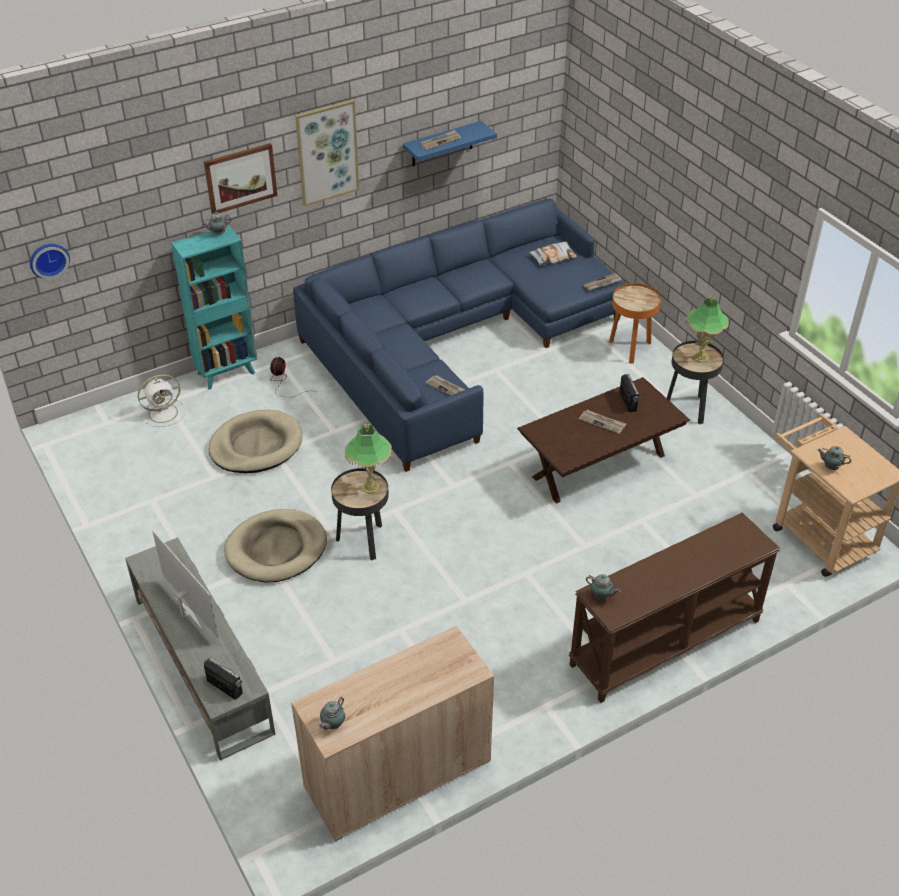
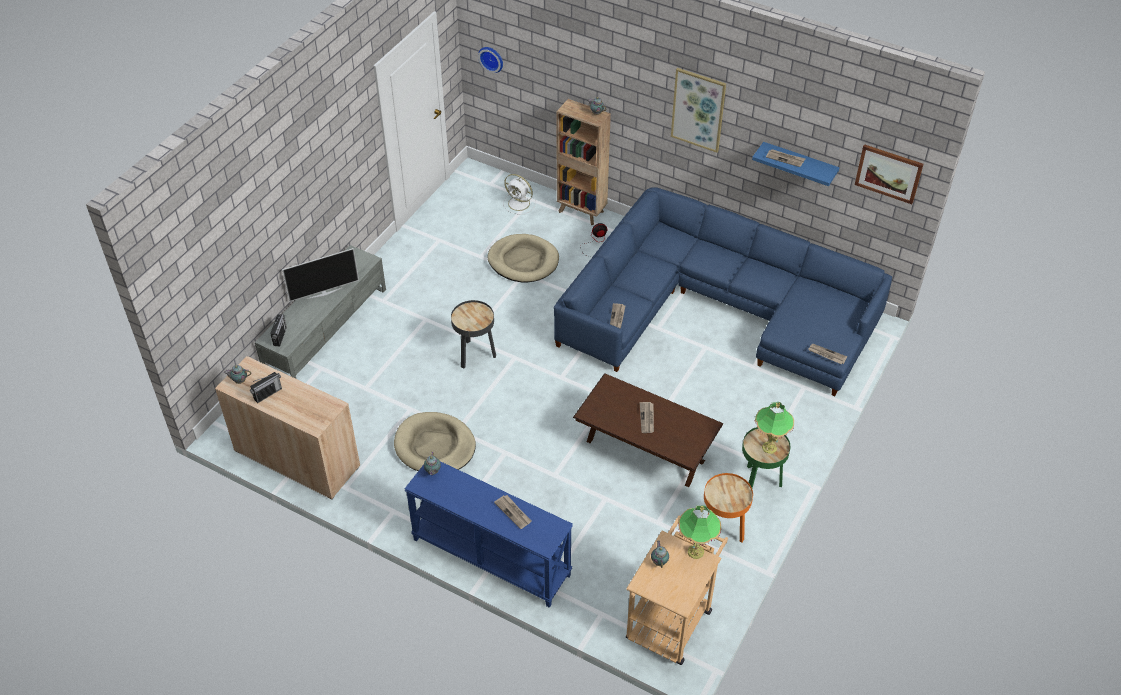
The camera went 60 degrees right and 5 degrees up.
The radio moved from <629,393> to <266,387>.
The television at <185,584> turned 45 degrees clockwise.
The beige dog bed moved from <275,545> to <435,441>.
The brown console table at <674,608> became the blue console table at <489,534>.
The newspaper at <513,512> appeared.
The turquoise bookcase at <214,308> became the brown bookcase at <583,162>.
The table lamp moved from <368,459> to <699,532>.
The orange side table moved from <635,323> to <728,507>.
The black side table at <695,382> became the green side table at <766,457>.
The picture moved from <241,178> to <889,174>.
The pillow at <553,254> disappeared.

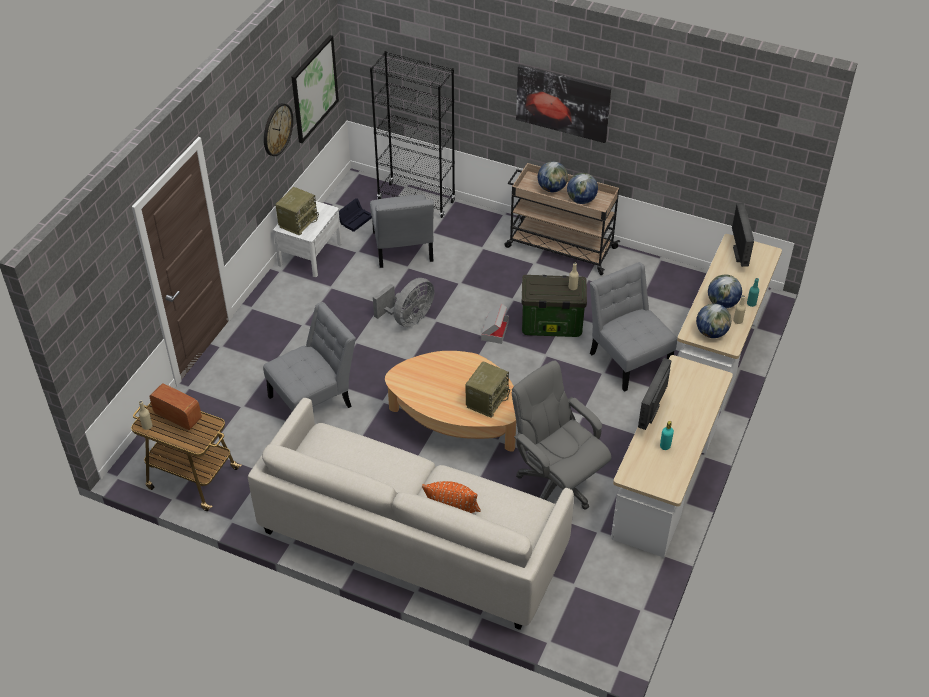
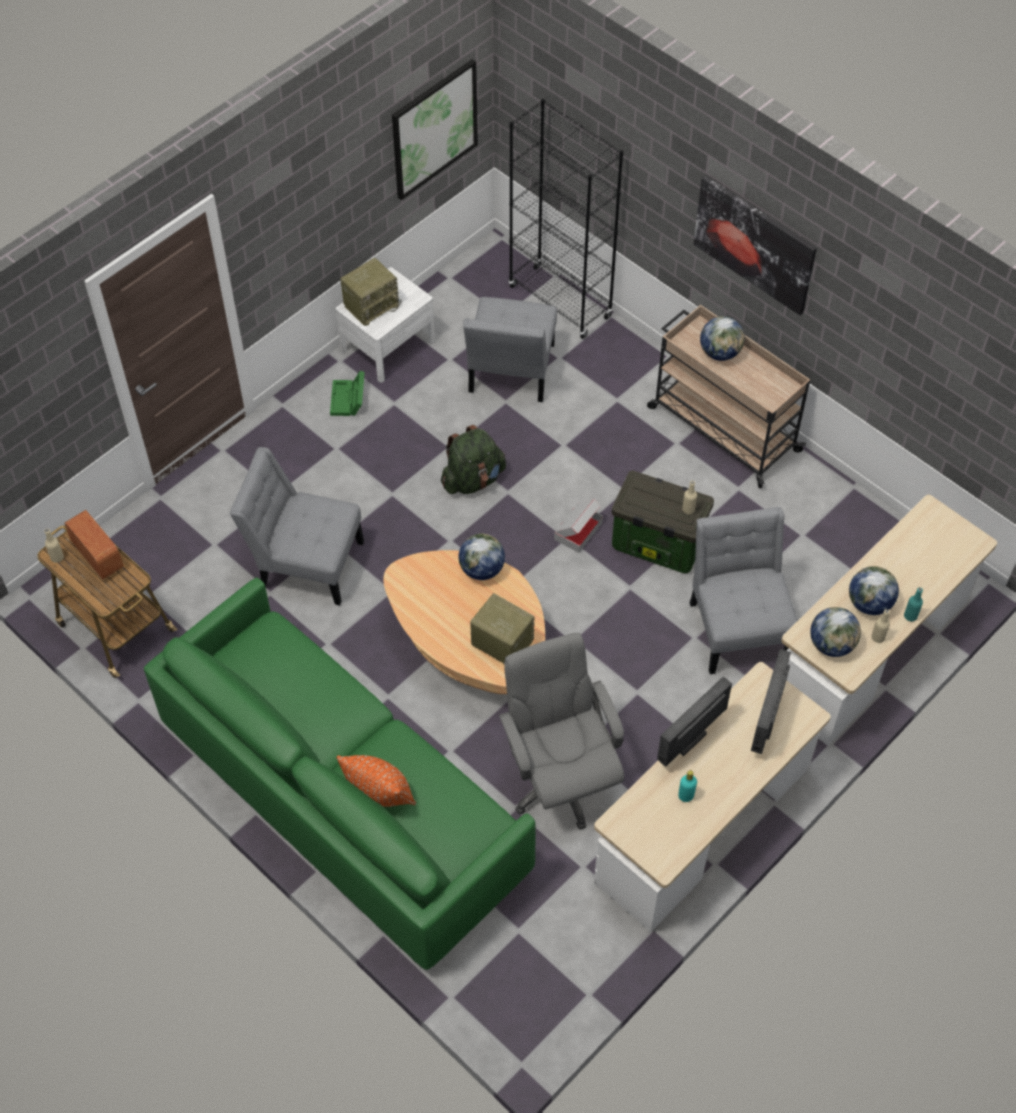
The camera went 20 degrees right and 10 degrees up.
The white sofa at <411,514> became the green sofa at <340,774>.
The grey chair at <309,356> turned 150 degrees counterclockwise.
The green storage box at <347,393> appeared.
The grey fan at <404,302> was replaced by the green backpack at <473,459>.
The globe moved from <582,188> to <481,557>.
The radio at <488,389> turned 105 degrees counterclockwise.
The monitor moved from <743,235> to <771,701>.
The wall clock at <278,129> disappeared.
The black storage box at <355,215> disappeared.

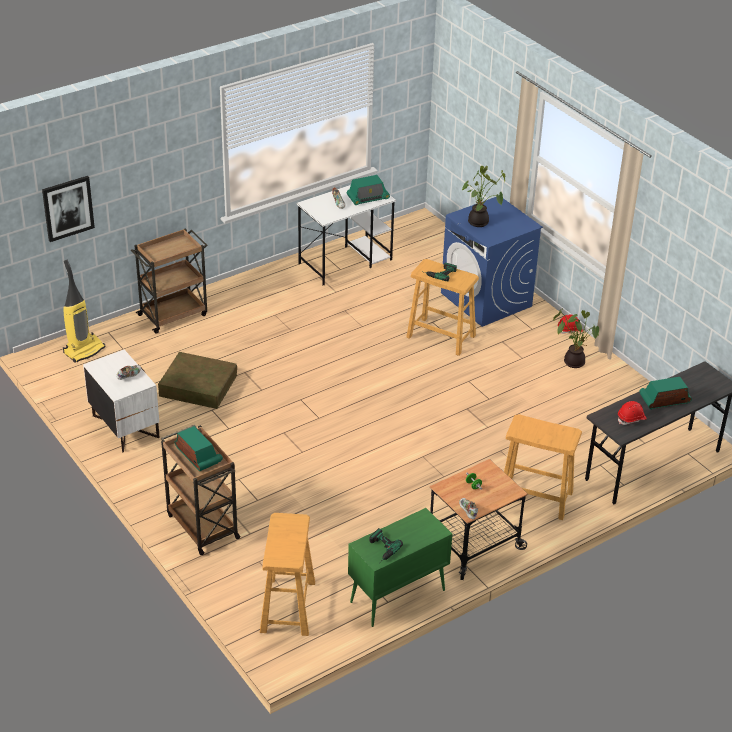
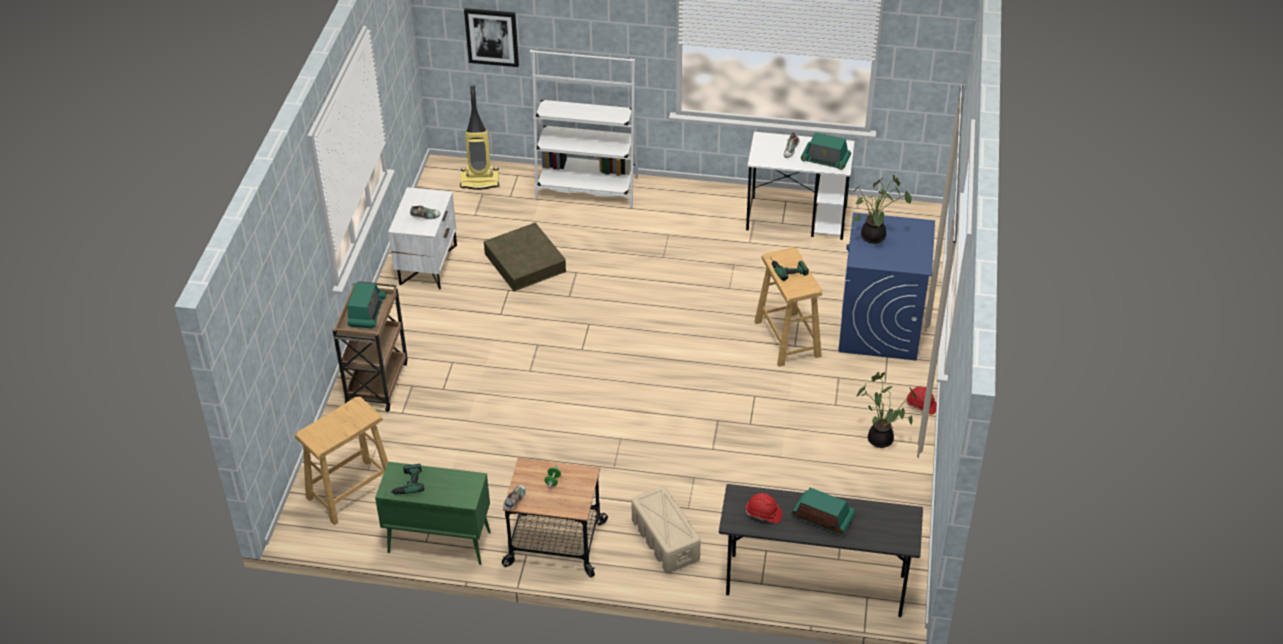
The camera went 45 degrees right and 5 degrees up.
The brown cart at <169,281> was replaced by the white bookcase at <584,129>.
The beige stool at <543,467> was replaced by the beige storage box at <666,529>.

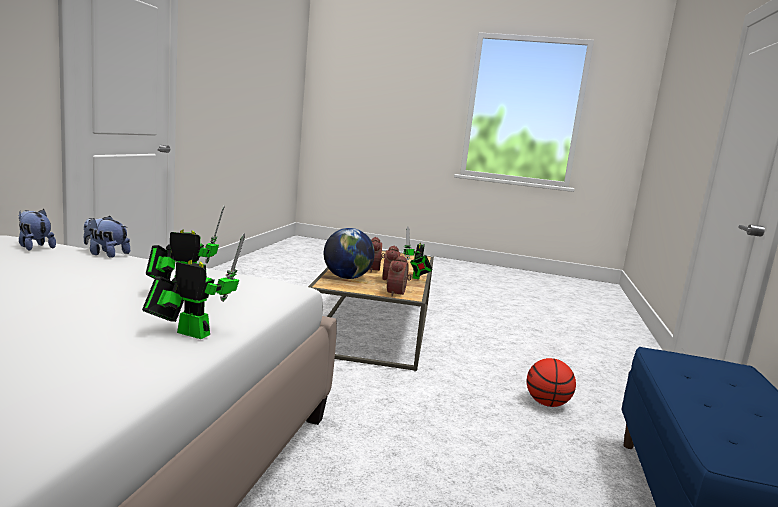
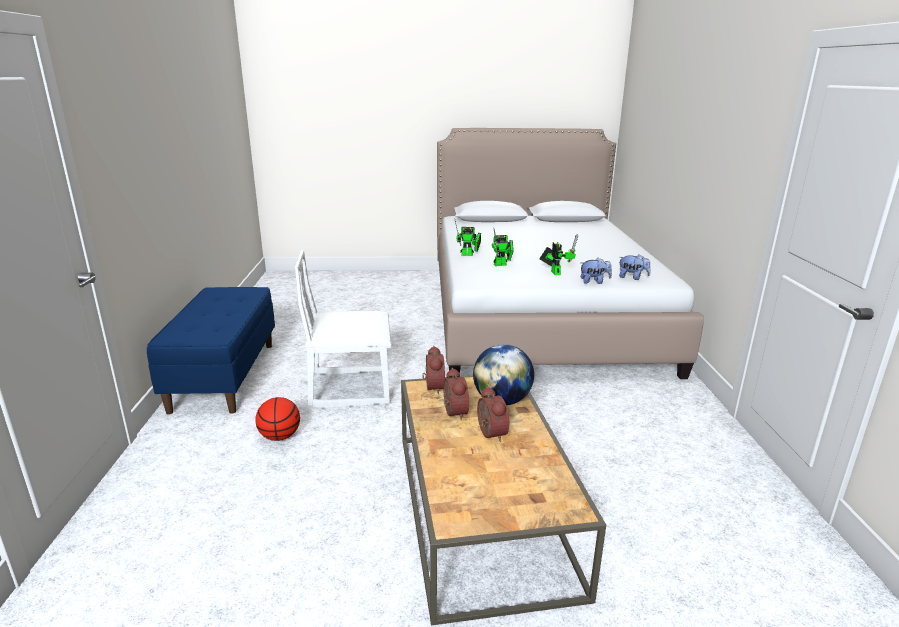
The camera went 165 degrees right and 10 degrees up.
The white chair at <343,329> appeared.
The toy robot moved from <418,253> to <558,254>.

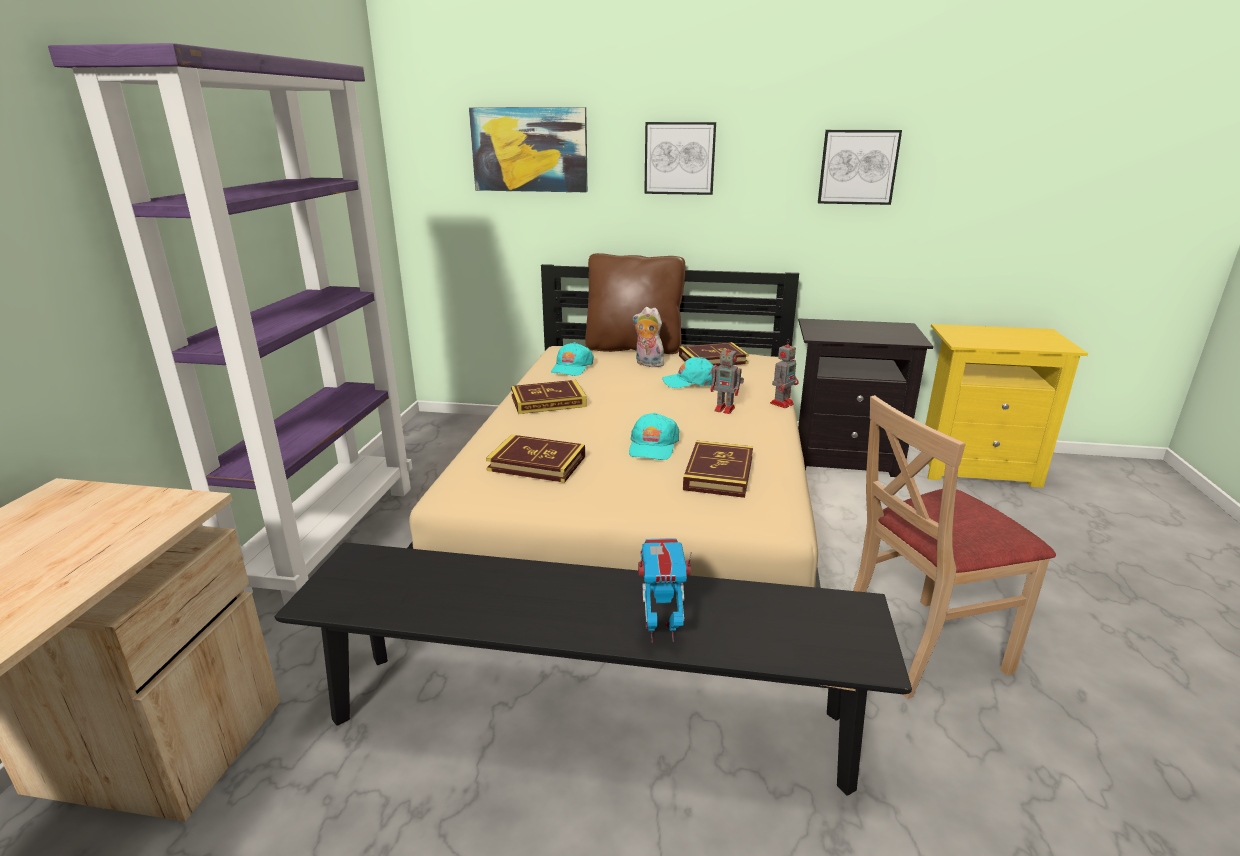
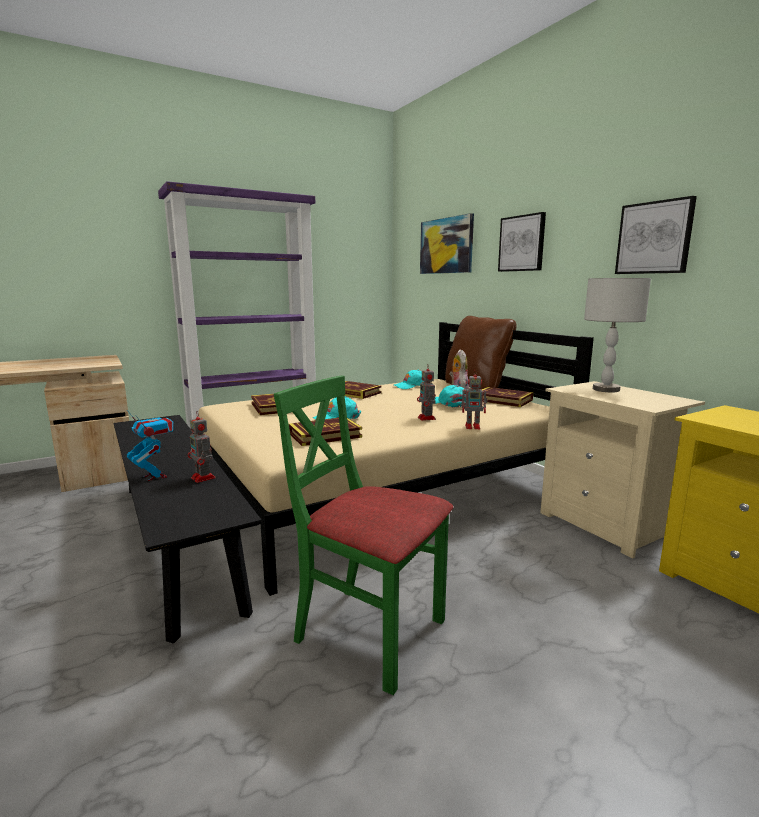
The camera went 50 degrees right and 10 degrees down.
The toy robot at <202,447> appeared.
The beige chair at <954,547> became the green chair at <363,535>.
The black nightstand at <865,397> became the beige nightstand at <622,470>.
The grey table lamp at <617,335> appeared.

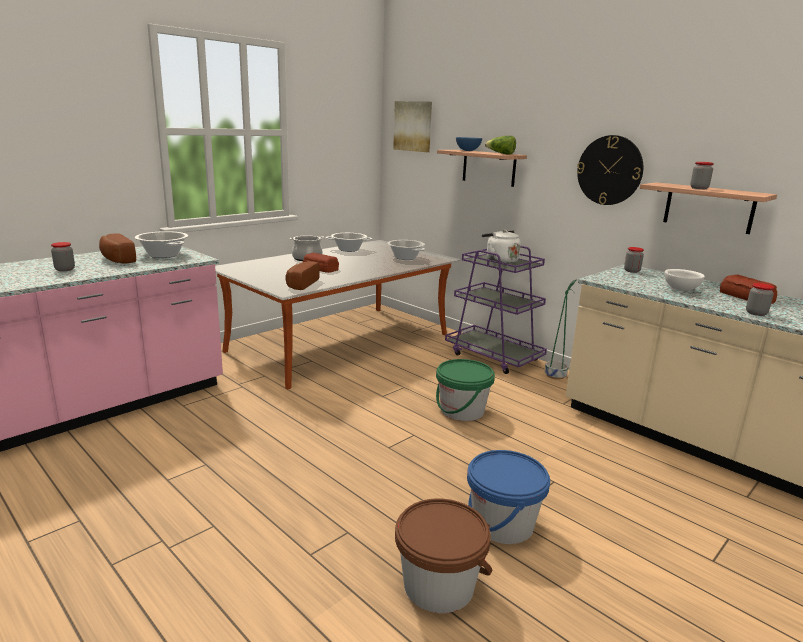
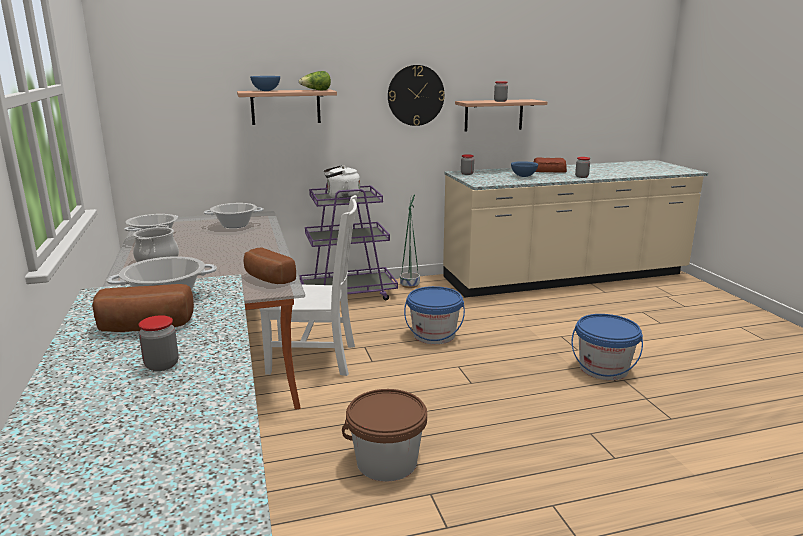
The camera went 60 degrees left and 0 degrees up.
The white chair at <308,285> appeared.
The brown bucket moved from <443,556> to <384,435>.
The green bucket at <465,390> became the blue bucket at <434,315>.
The white bowl at <685,280> became the blue bowl at <524,169>.
The bread at <321,263> disappeared.
The picture at <412,126> disappeared.

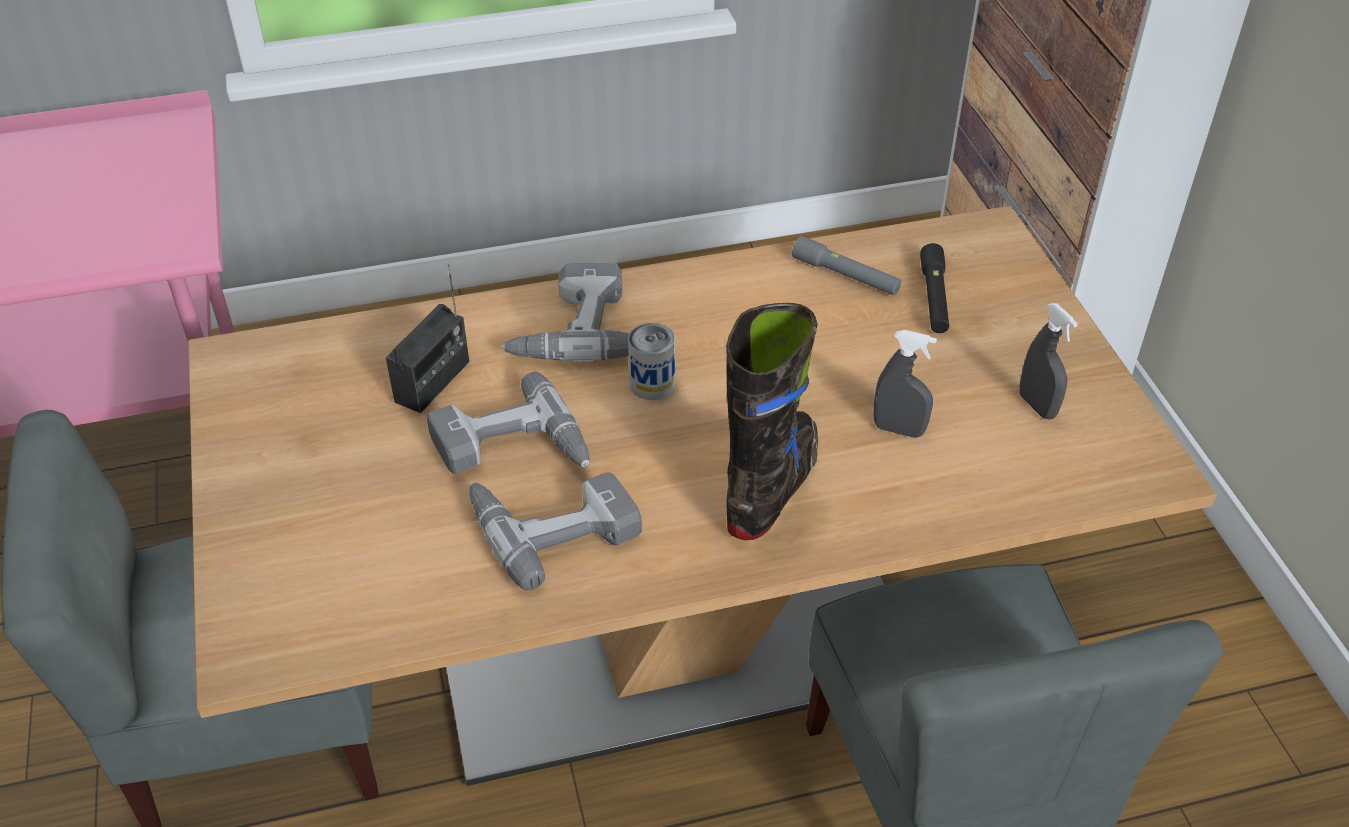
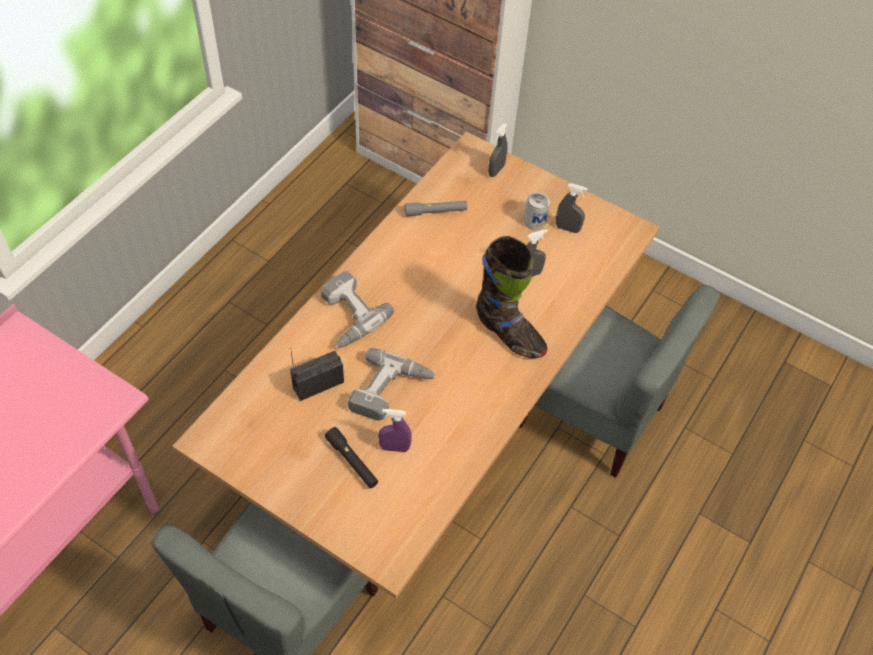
The camera went 45 degrees left and 10 degrees up.
The radio at <427,338> turned 105 degrees counterclockwise.
The black flashlight moved from <934,288> to <351,457>.
The purple spray bottle at <395,430> appeared.
The black boot at <772,421> turned 150 degrees clockwise.
The grey spray bottle at <497,150> appeared.
The can moved from <651,361> to <536,211>.
The power drill at <555,531> disappeared.

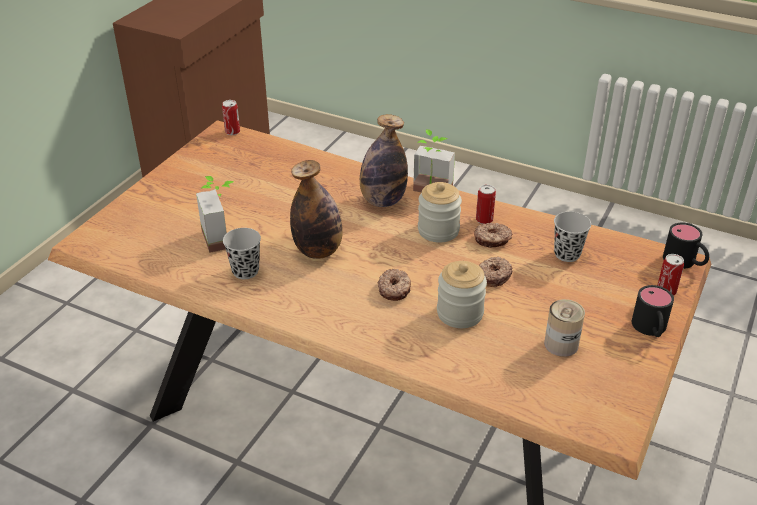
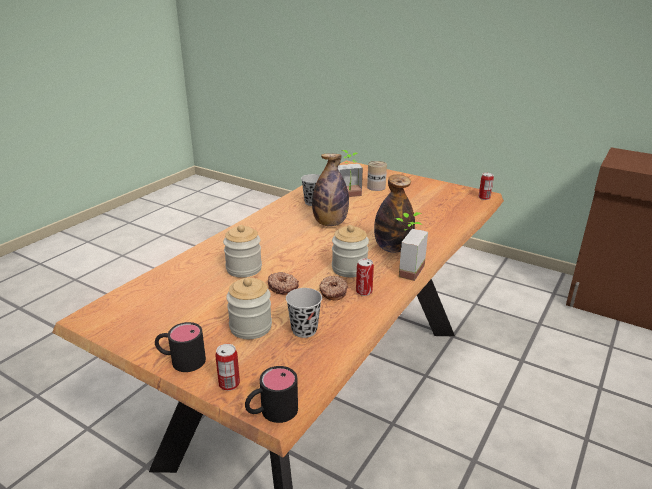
The camera went 95 degrees right and 10 degrees down.
The jar at <249,308> appeared.
The can moved from <564,328> to <377,176>.
The donut at <394,285> disappeared.

